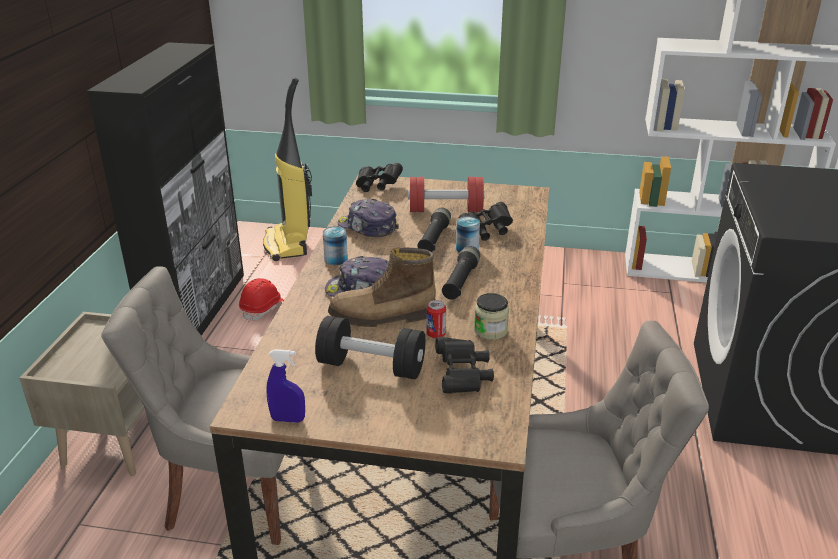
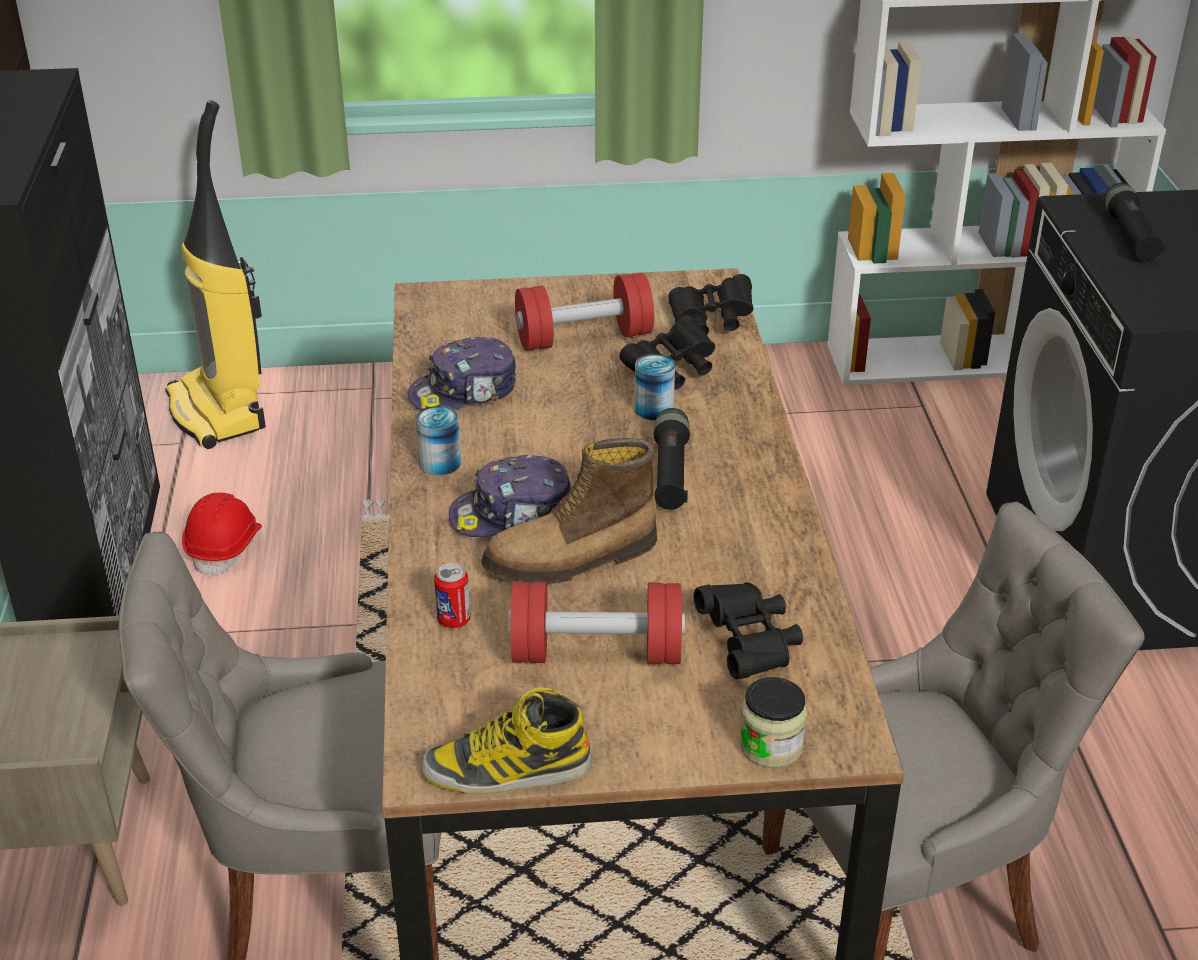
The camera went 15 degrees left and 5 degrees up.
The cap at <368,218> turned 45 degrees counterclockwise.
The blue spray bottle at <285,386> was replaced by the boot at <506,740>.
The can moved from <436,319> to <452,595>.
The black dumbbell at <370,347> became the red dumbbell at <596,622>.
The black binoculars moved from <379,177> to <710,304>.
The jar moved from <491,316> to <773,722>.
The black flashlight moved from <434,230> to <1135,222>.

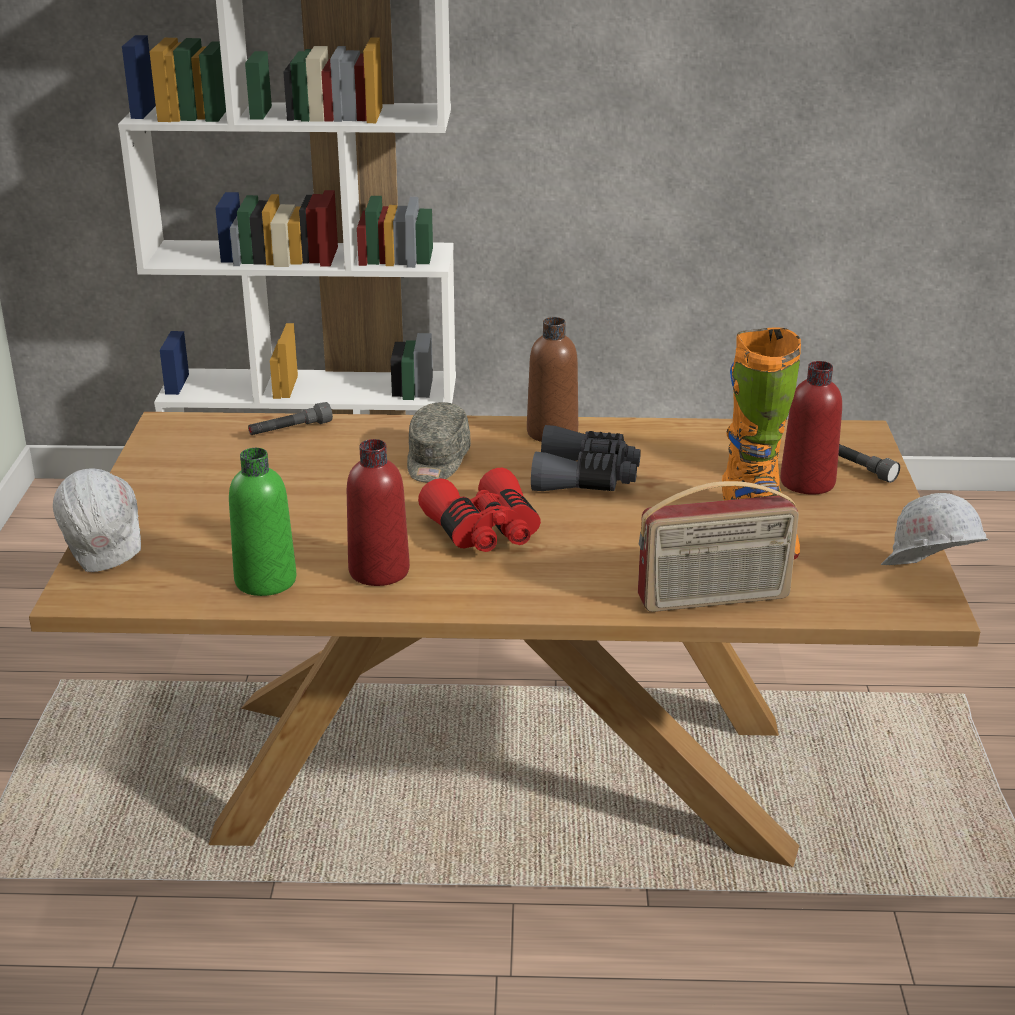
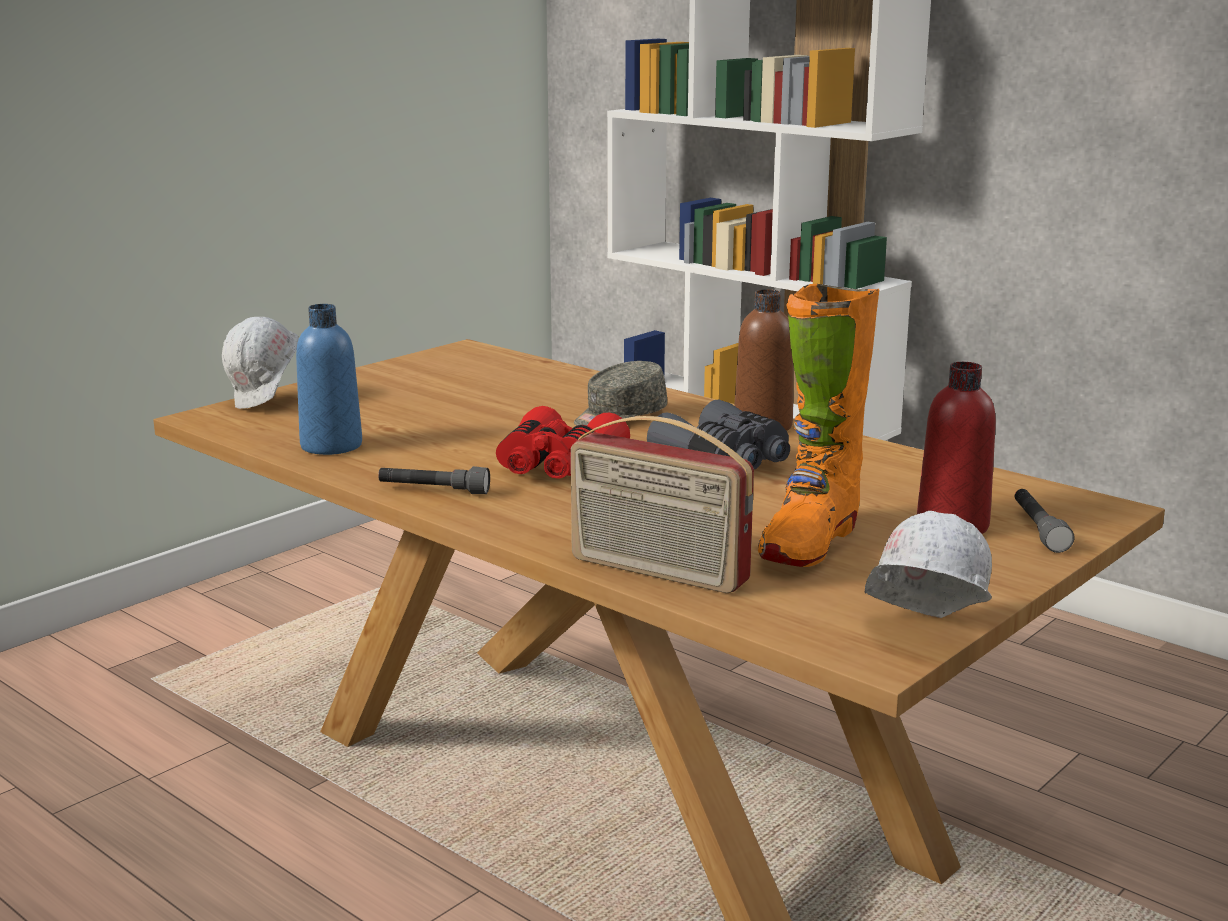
The camera went 40 degrees right and 10 degrees down.
The green bottle at <263,522> became the blue bottle at <329,379>.
The grey flashlight moved from <290,418> to <434,480>.
The red bottle at <378,512> disappeared.

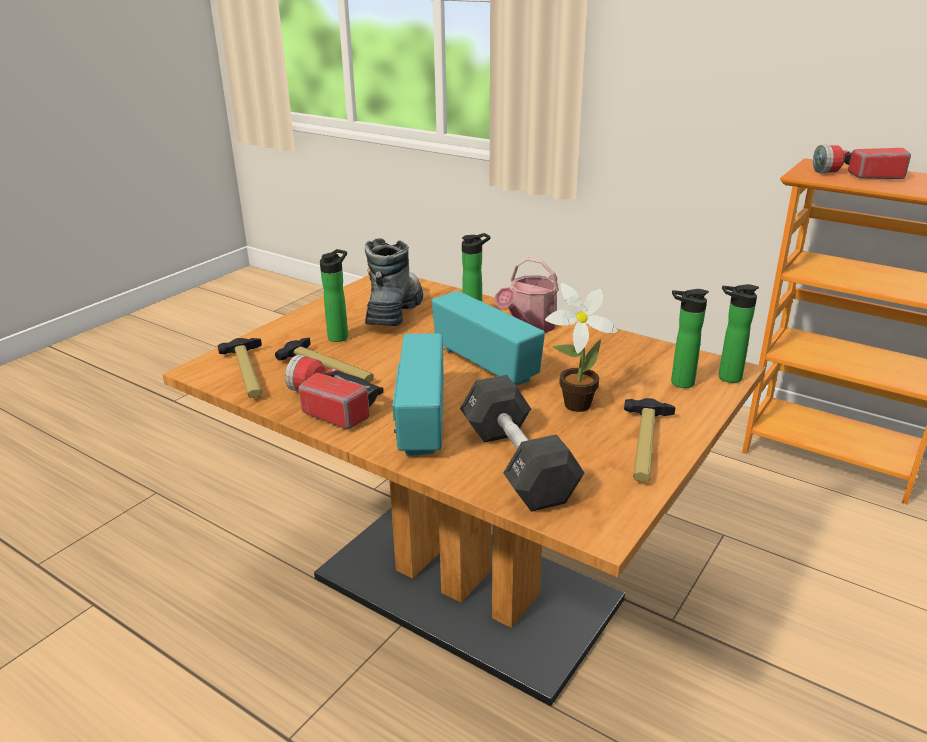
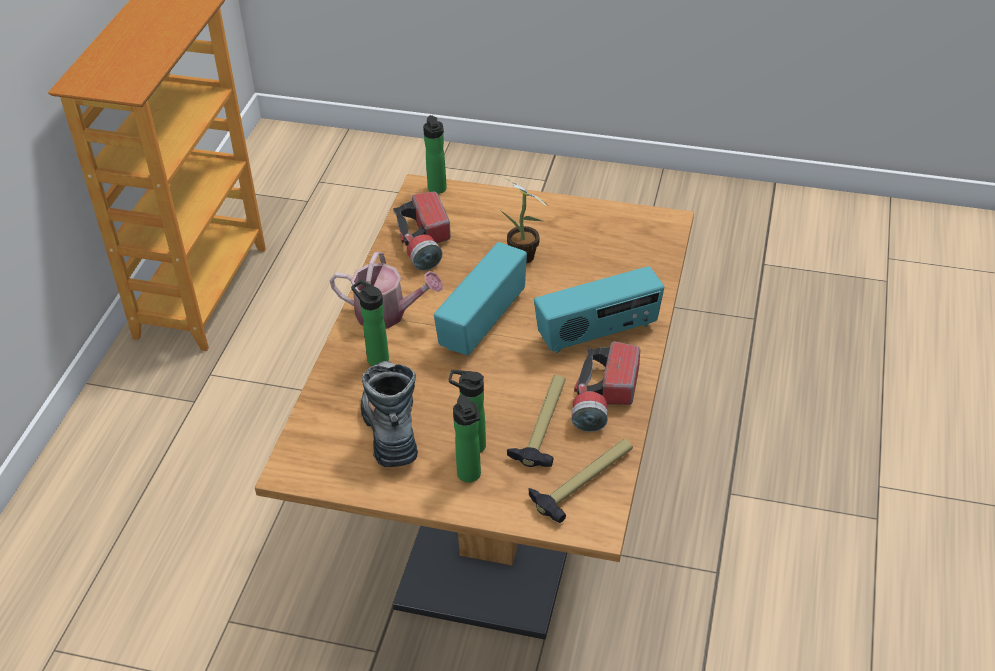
The camera went 110 degrees left and 15 degrees up.
The boot at <394,282> turned 90 degrees clockwise.
The flashlight moved from <862,162> to <422,231>.
The bottle moved from <690,338> to <467,439>.
The black dumbbell at <522,443> disappeared.
The hammer at <649,440> disappeared.

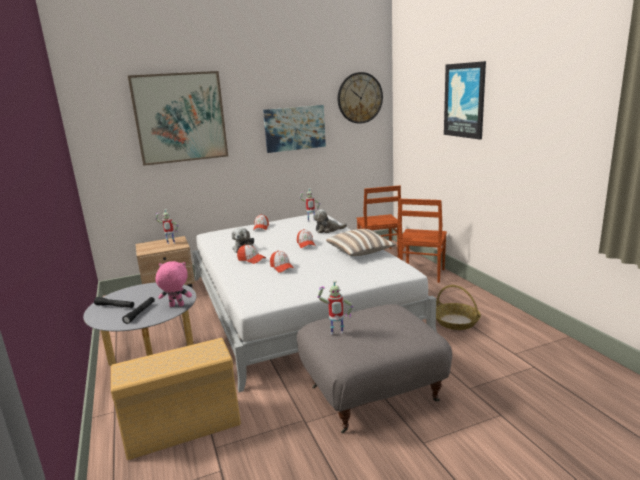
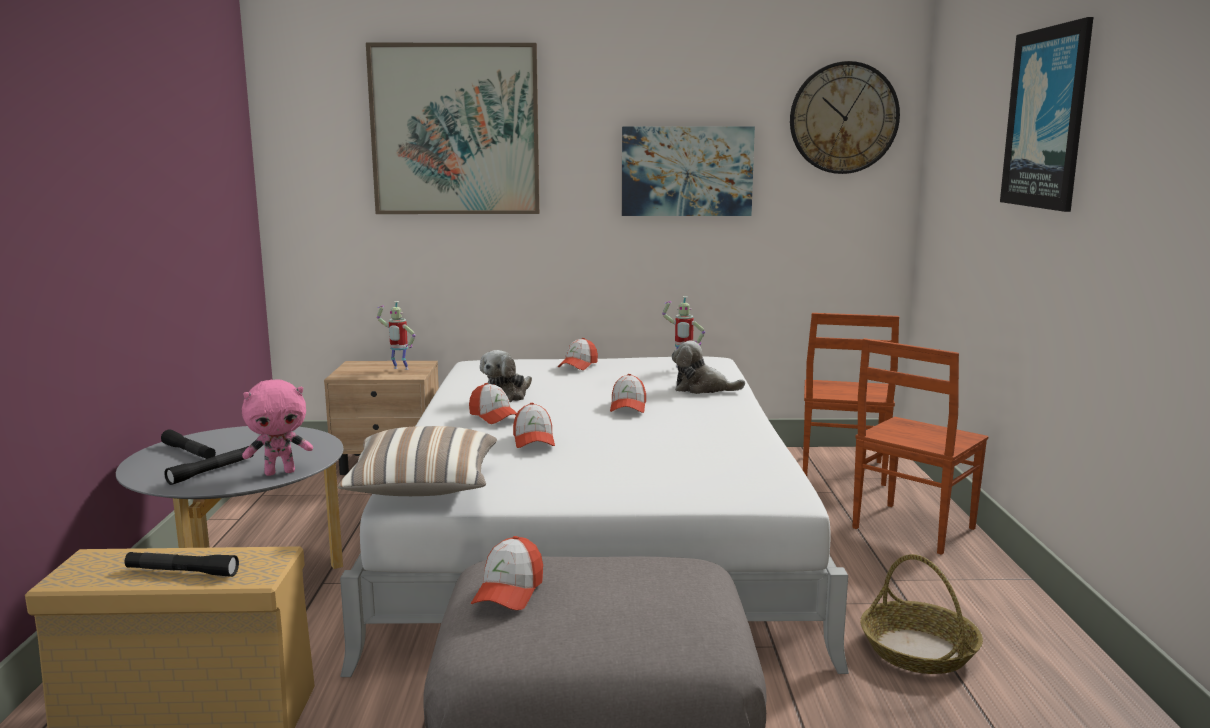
The camera went 20 degrees right and 5 degrees down.
The black flashlight at <182,564> appeared.
The pink plush toy at <174,284> turned 135 degrees clockwise.
The pillow moved from <361,242> to <417,461>.
The toy robot at <335,307> was replaced by the cap at <507,573>.

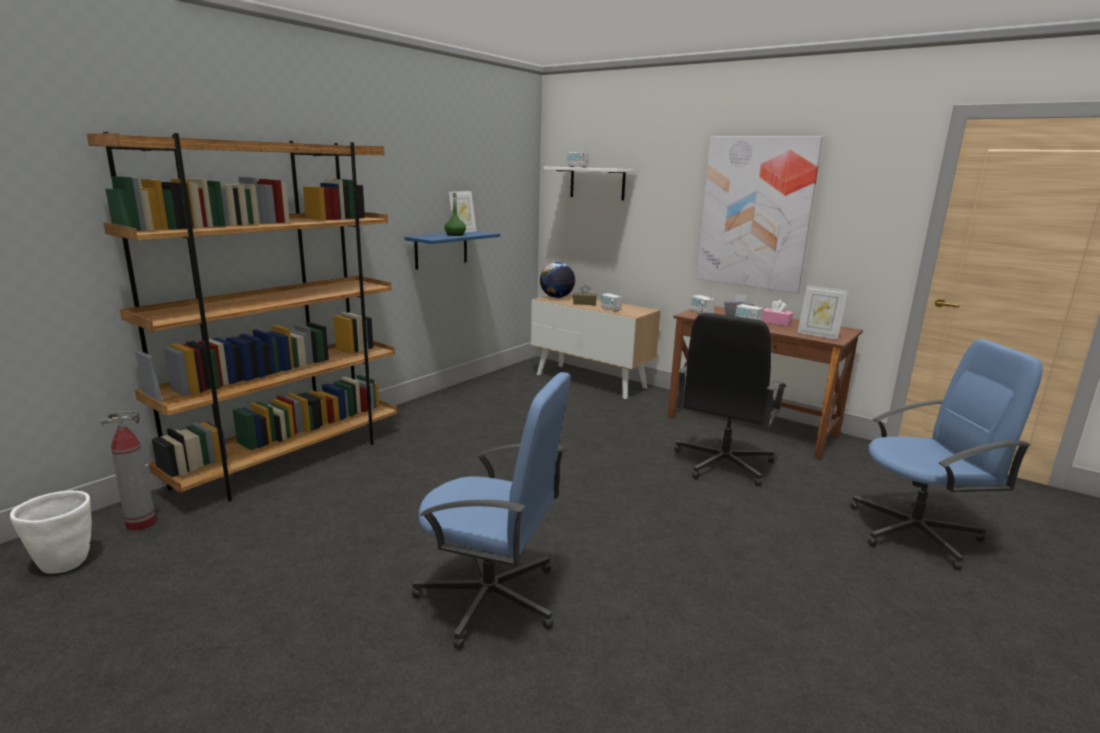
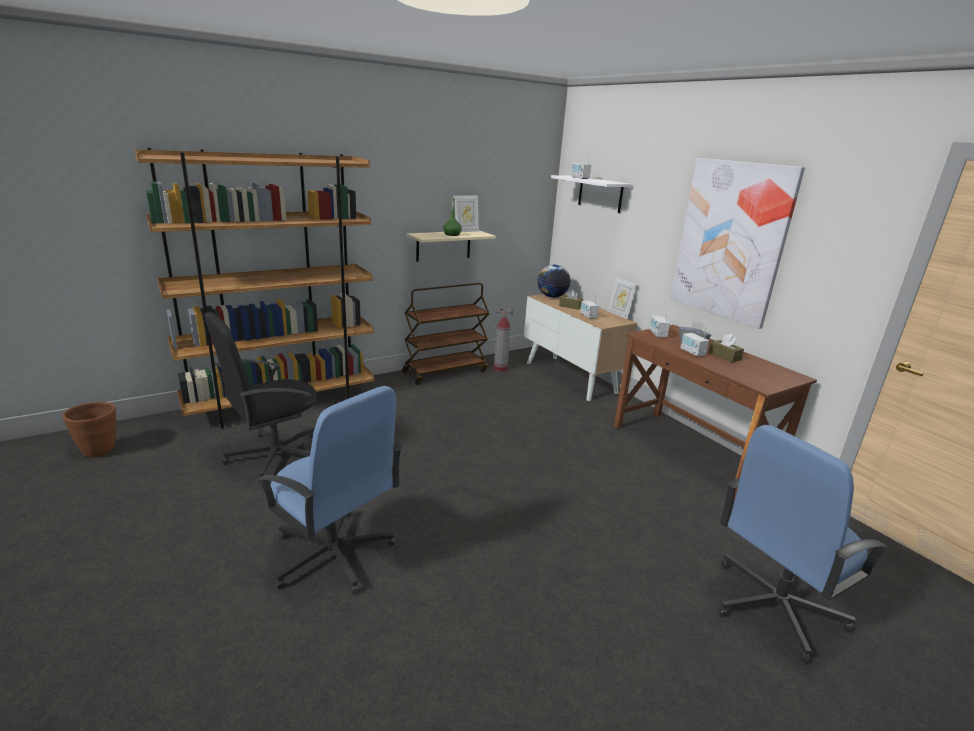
The camera went 20 degrees right and 5 degrees up.
The white planter at <51,532> became the brown planter at <89,429>.
The black office chair moved from <730,399> to <260,398>.
The brown cart at <446,334> appeared.
The blue shelf at <452,250> became the beige shelf at <451,246>.
The fire extinguisher moved from <128,470> to <503,339>.
The picture frame moved from <822,312> to <622,298>.
The pink tissue box at <778,313> became the brown tissue box at <726,348>.
The blue office chair at <946,454> turned 135 degrees clockwise.

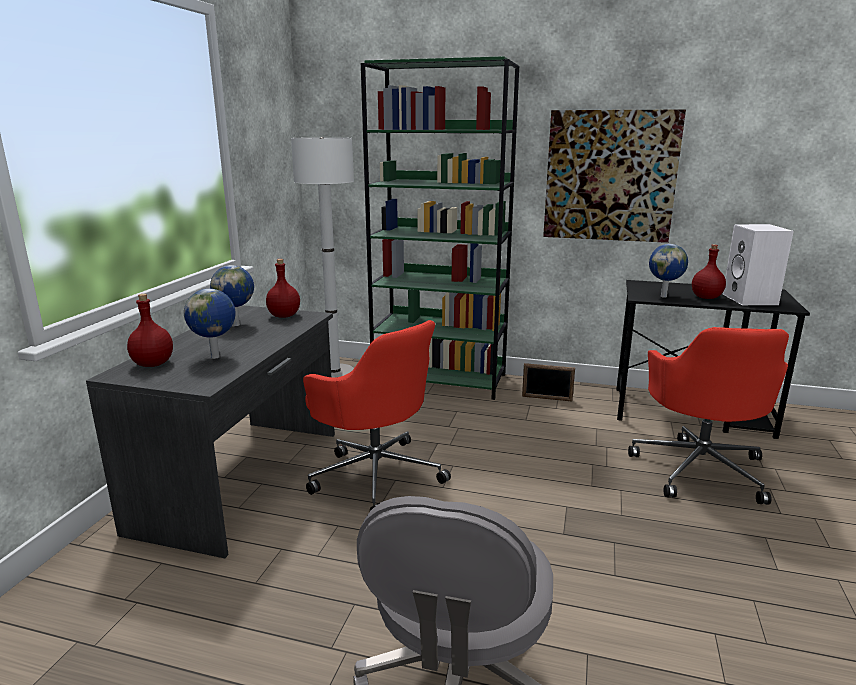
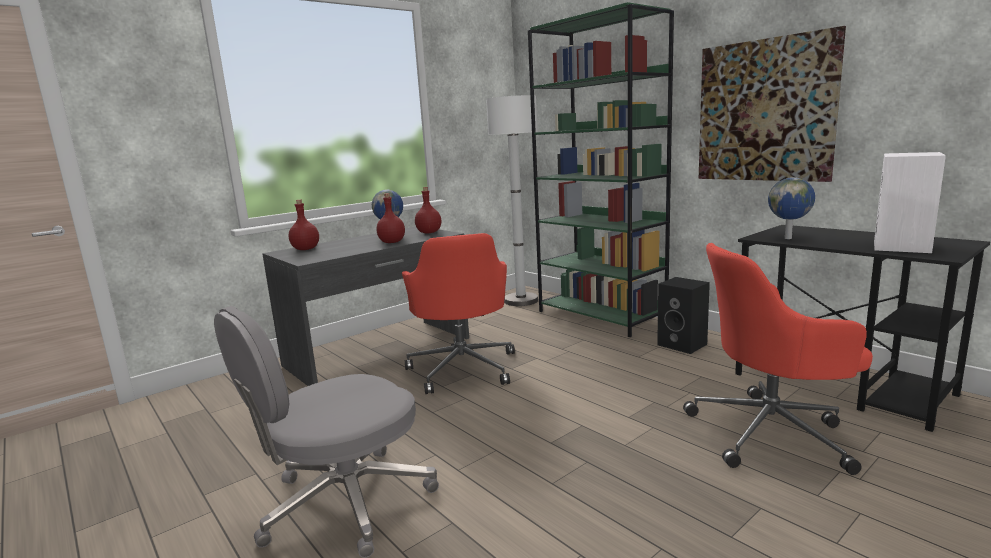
The camera went 35 degrees right and 5 degrees down.
The red bottle moved from <709,271> to <391,218>.
The picture frame at <548,382> was replaced by the black speaker at <683,315>.
The red office chair at <708,416> turned 45 degrees clockwise.
The globe at <210,324> disappeared.

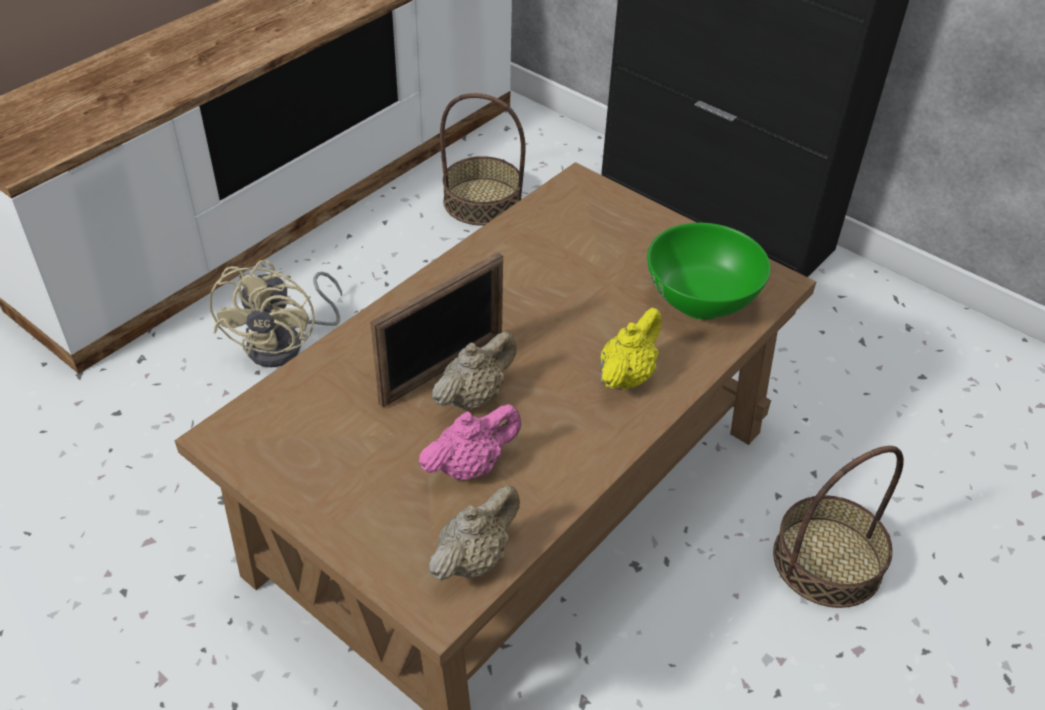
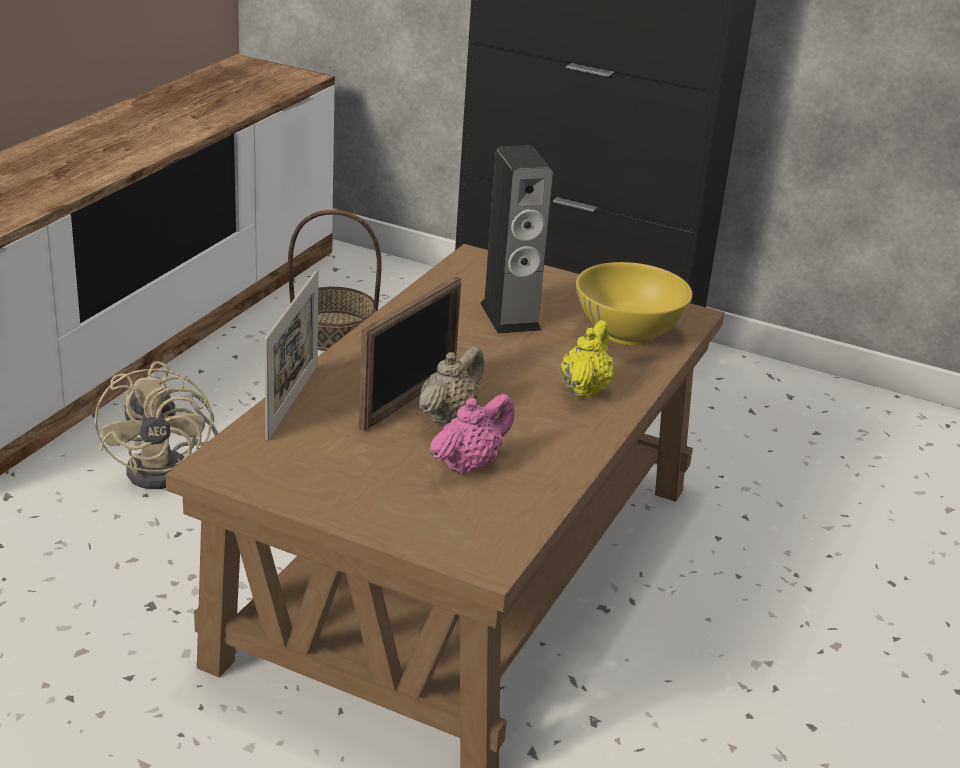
The camera went 15 degrees left and 15 degrees down.
The picture frame at <291,355> appeared.
The speaker at <516,239> appeared.
The green bowl at <709,271> became the yellow bowl at <634,303>.
The beige teapot at <474,533> disappeared.
The basket at <838,527> disappeared.

